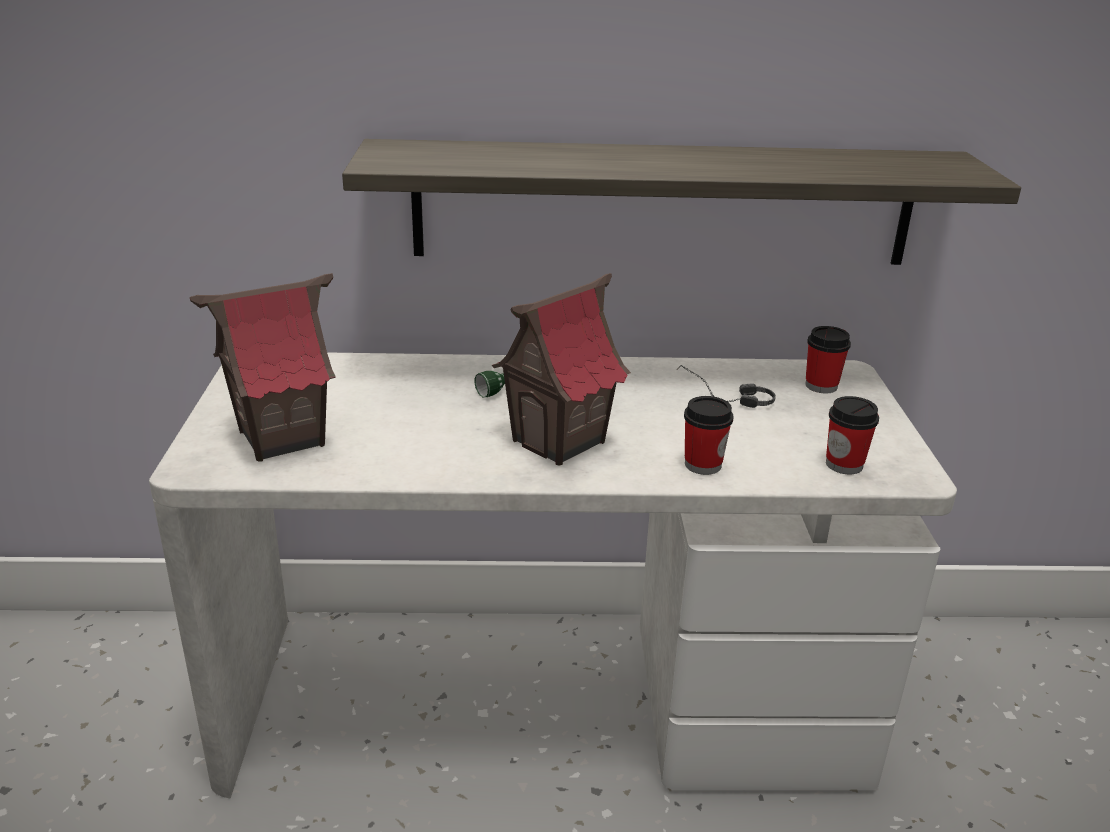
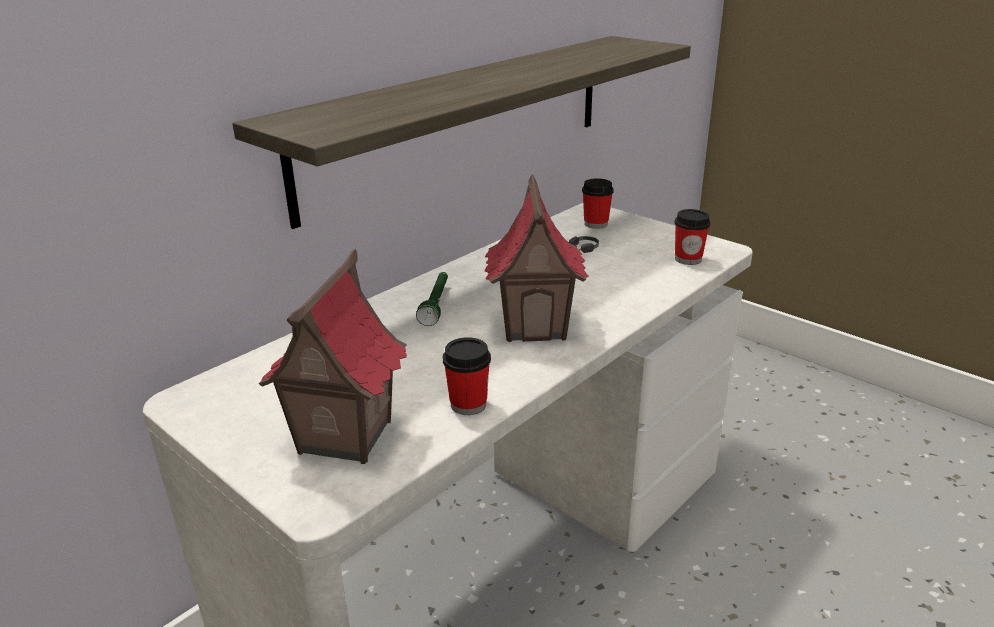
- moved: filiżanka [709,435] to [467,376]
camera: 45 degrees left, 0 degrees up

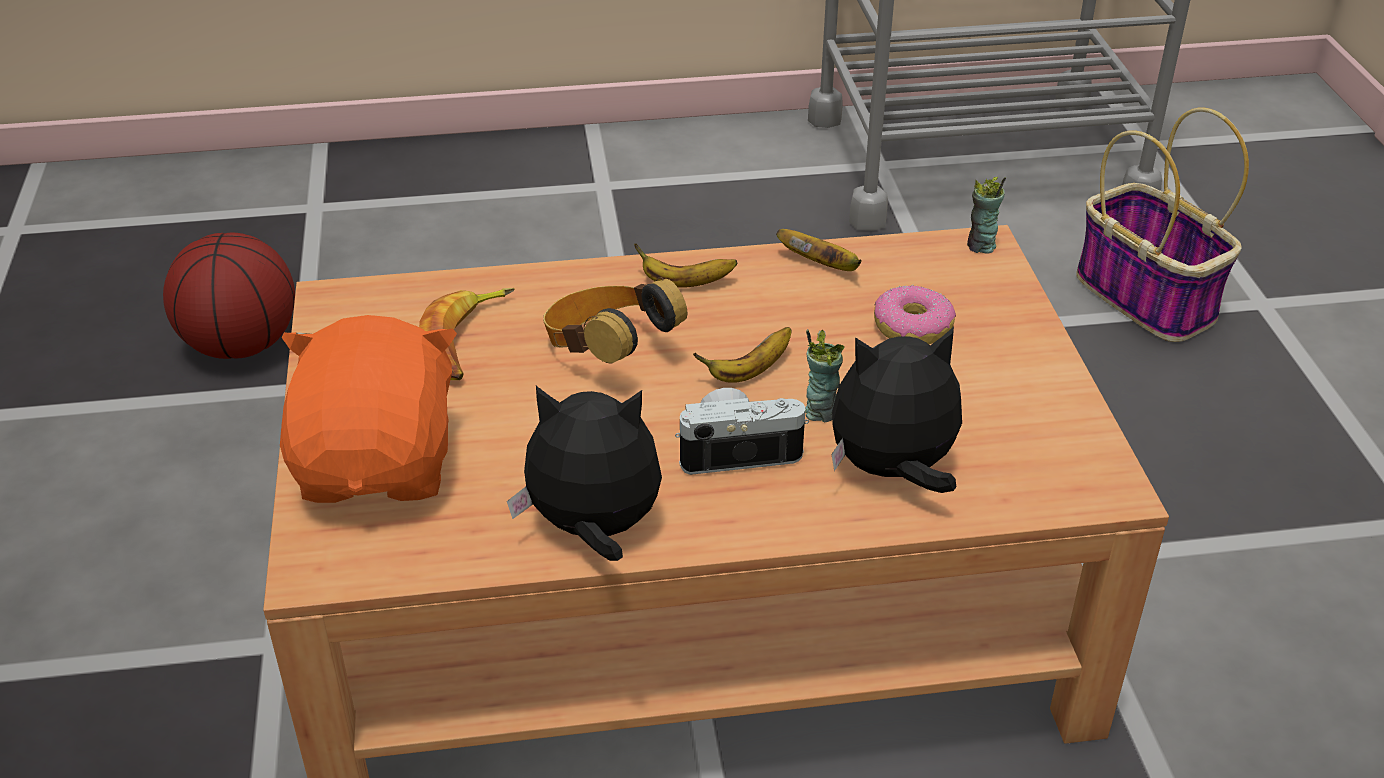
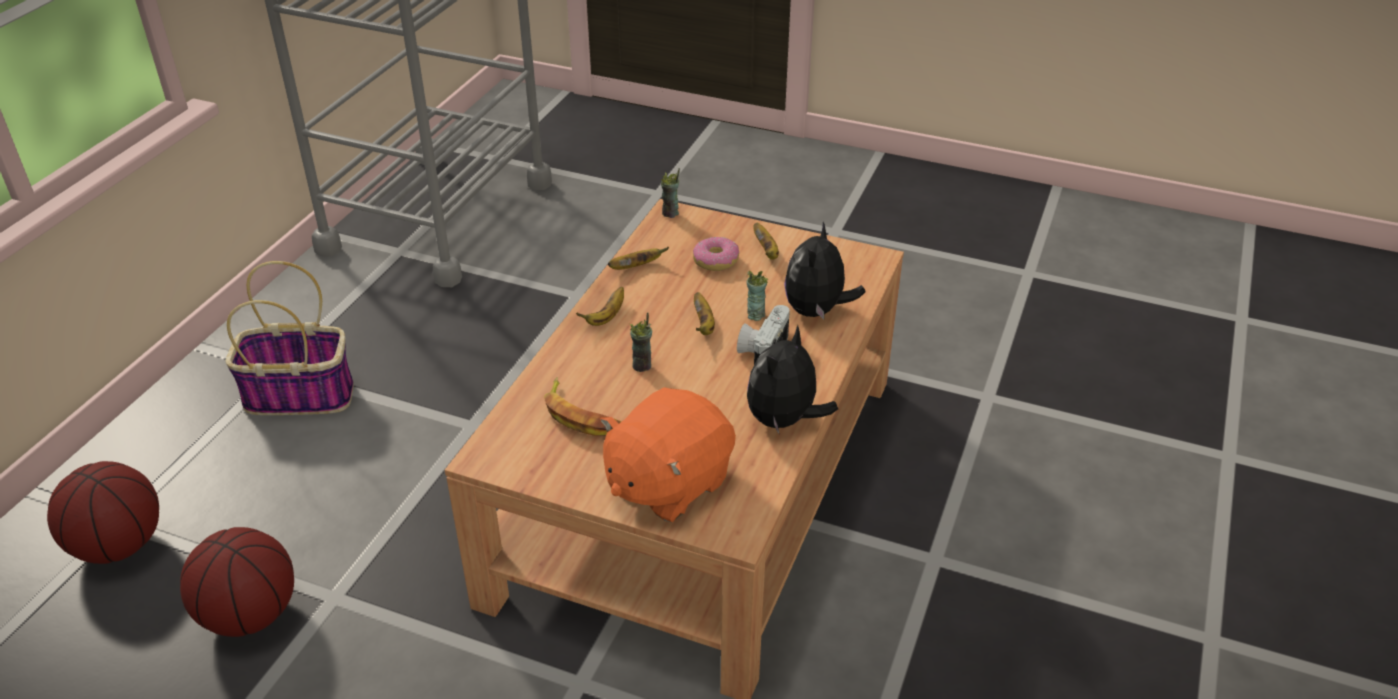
- moved: koszyk [1162,224] to [289,338]
- replaced: słuchawki [615,320] to filiżanka [640,342]
- turned: pluszak (pomarańczowy) [368,409] = [668,455] 75 degrees counterclockwise
- added: banan [766,241]
- added: piłka do koszykówki [103,512]
camera: 60 degrees left, 0 degrees up

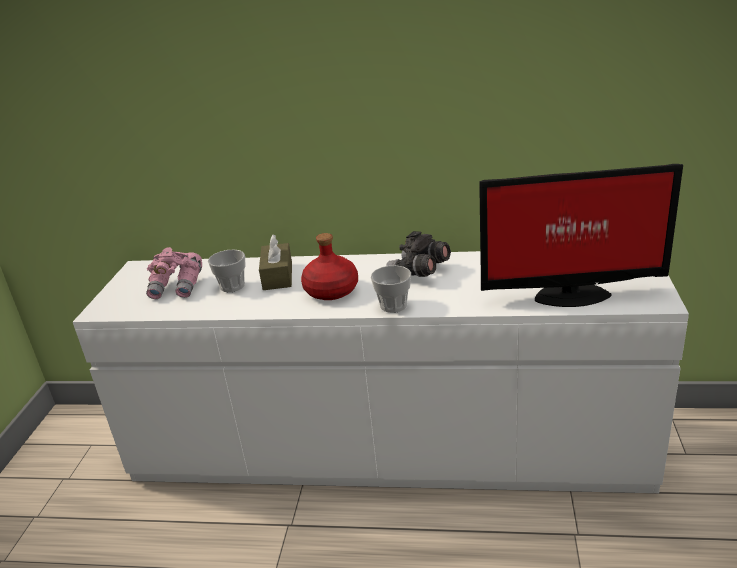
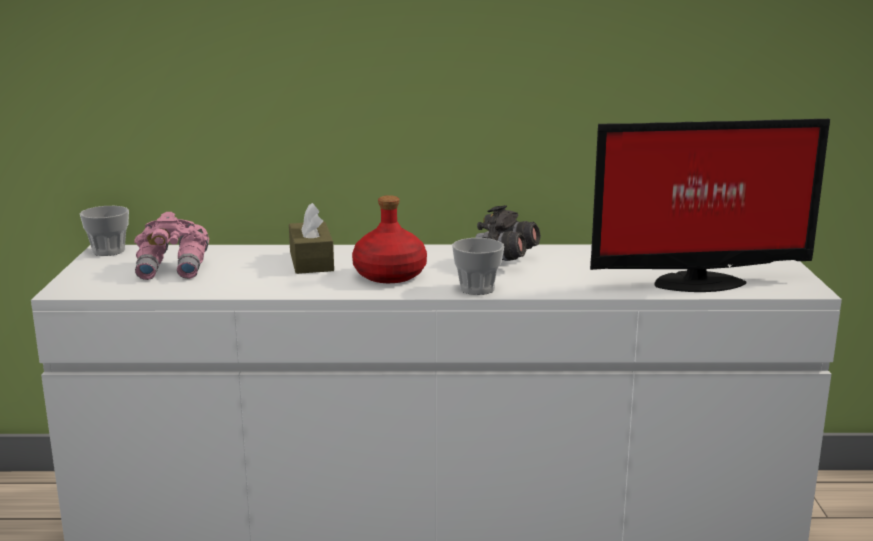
- moved: filiżanka [227,270] to [104,231]
camera: 10 degrees left, 10 degrees down

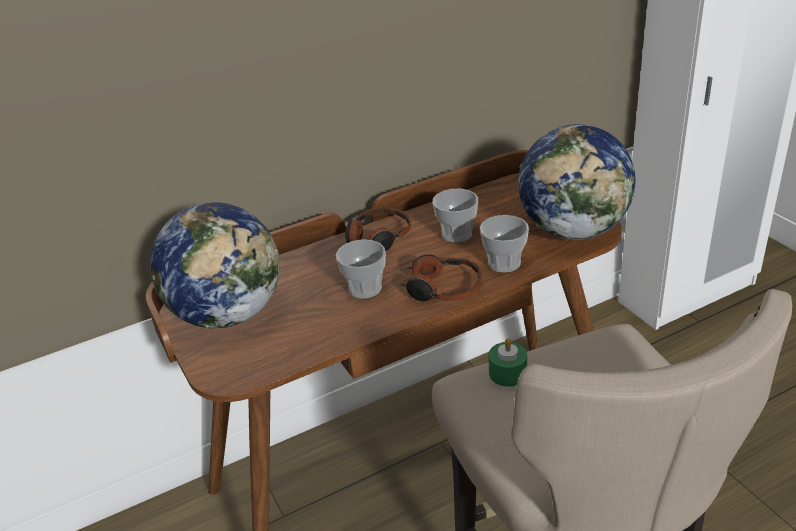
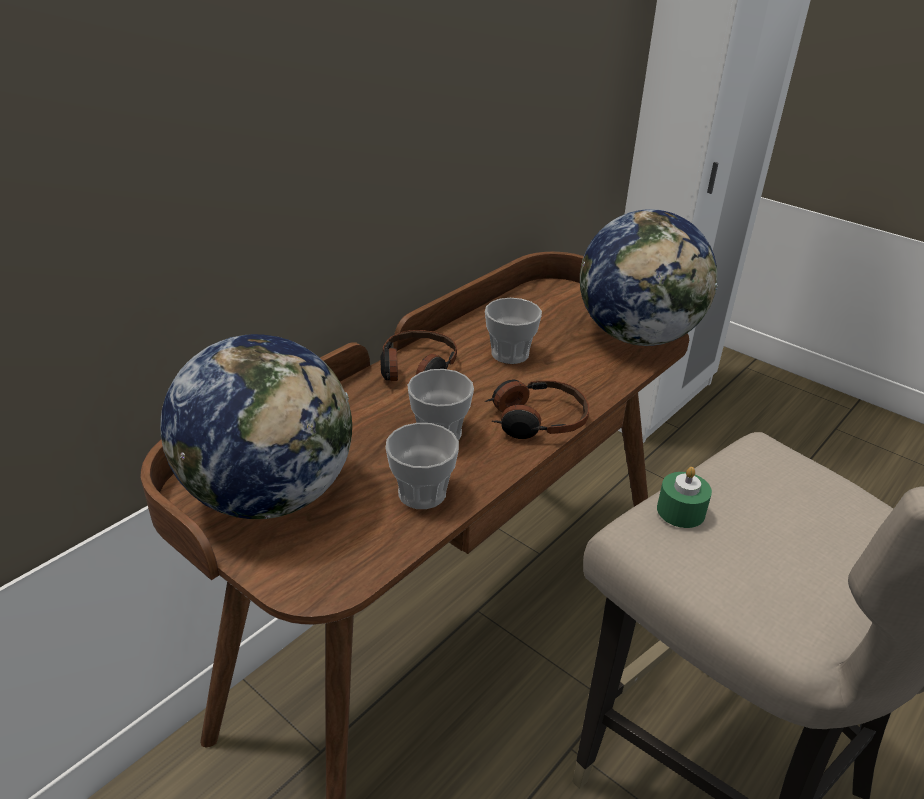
- moved: filiżanka [504,244] to [422,466]
camera: 25 degrees left, 0 degrees up

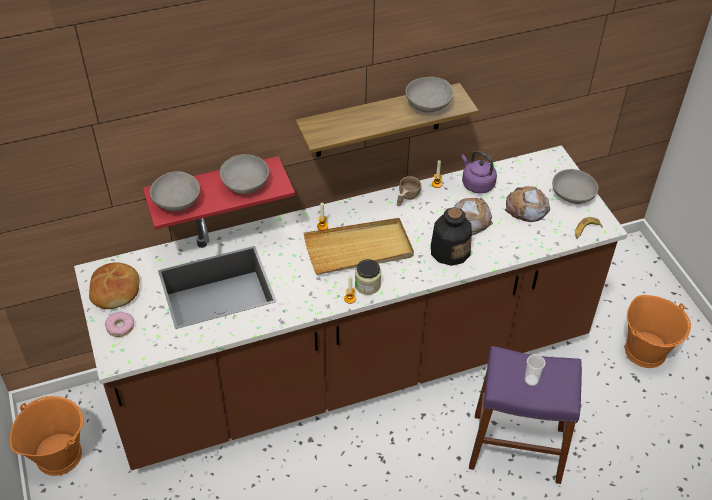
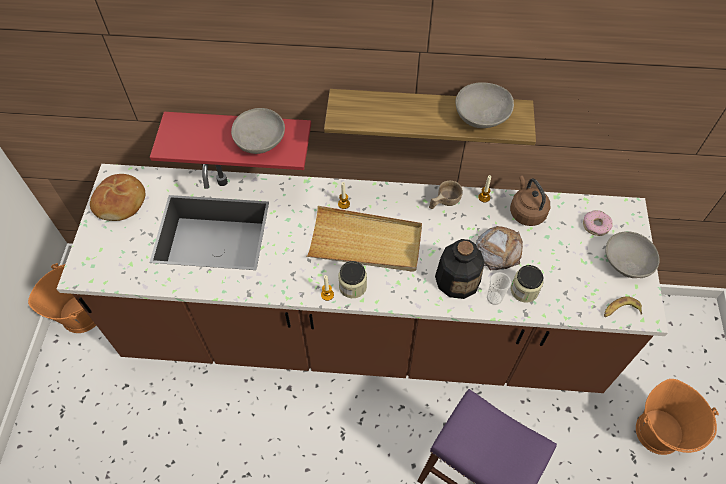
- recoloured: czajnik (fioletowy) [479,171] to czajnik (brązowy) [530,200]
- removed: miska (szary) [175,191]
- removed: chleb [527,204]
- moved: donut [119,324] to [598,223]
- moved: filiżanka [535,370] to [499,288]
- added: słoik [527,284]
camera: 25 degrees right, 10 degrees up

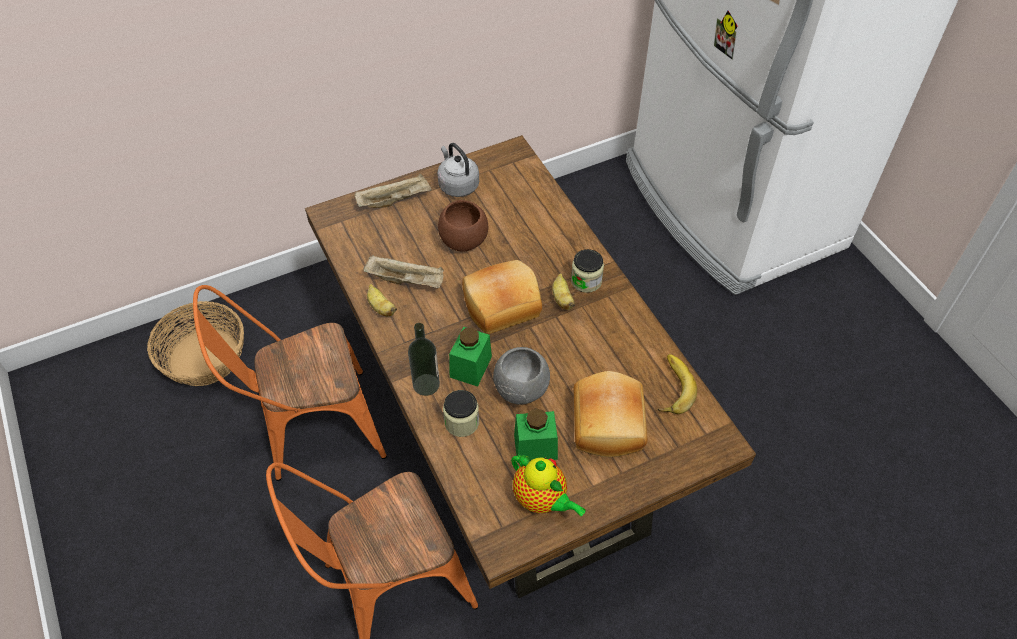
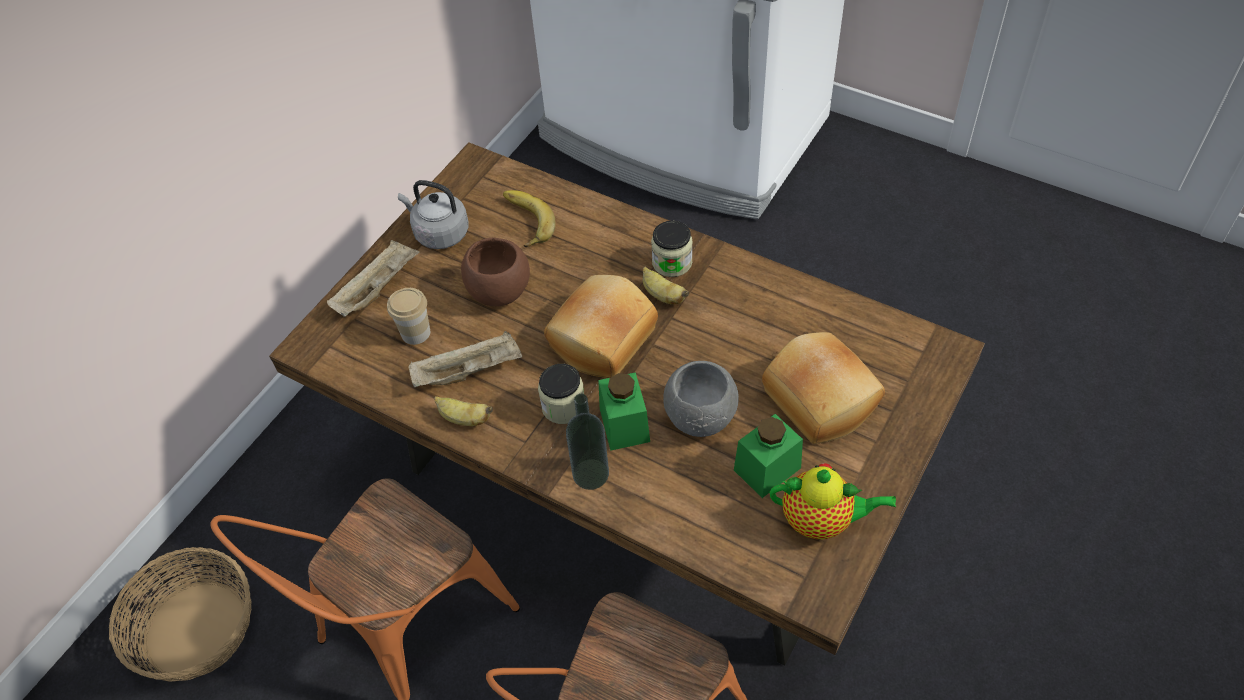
- moved: banan [677,384] to [529,218]
- moved: słoik [461,413] to [561,394]
- added: filiżanka [408,316]
camera: 30 degrees left, 0 degrees up

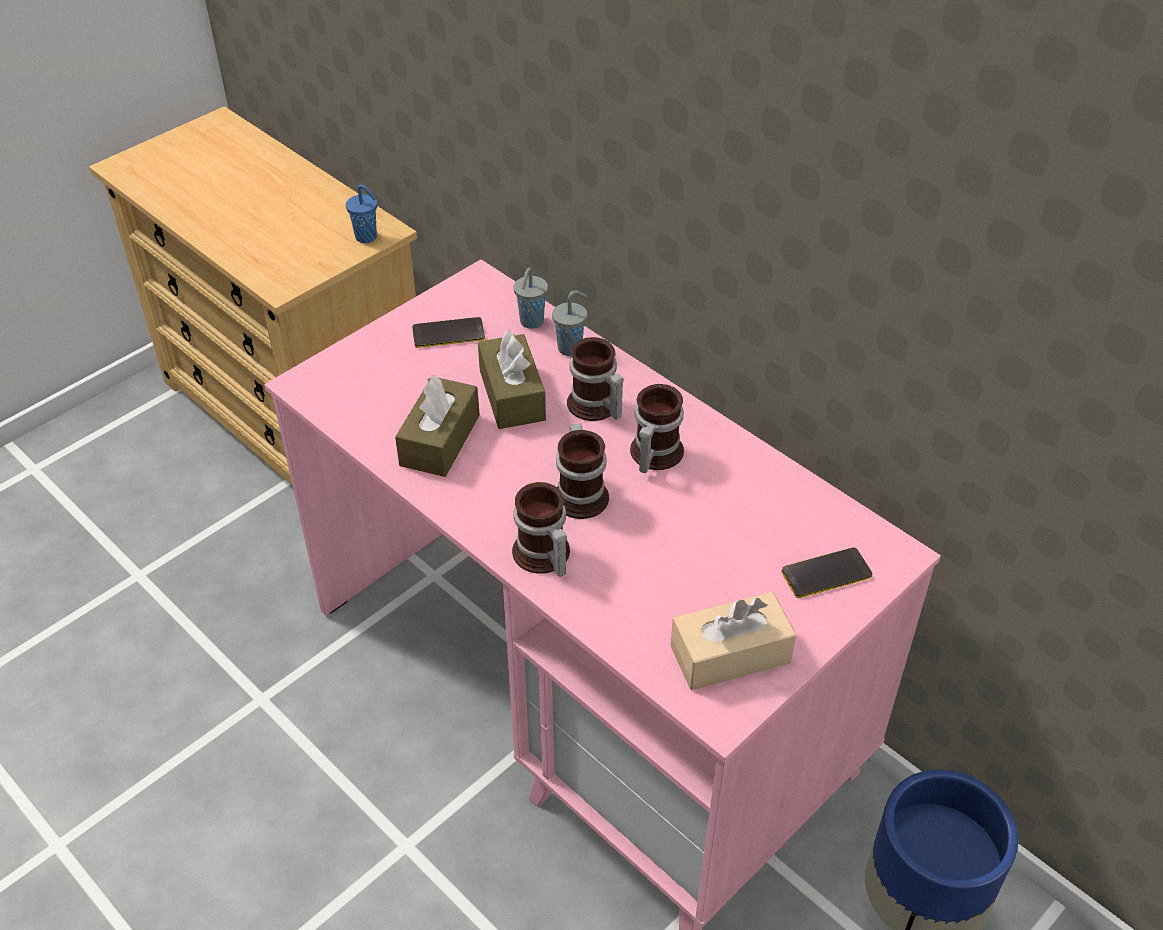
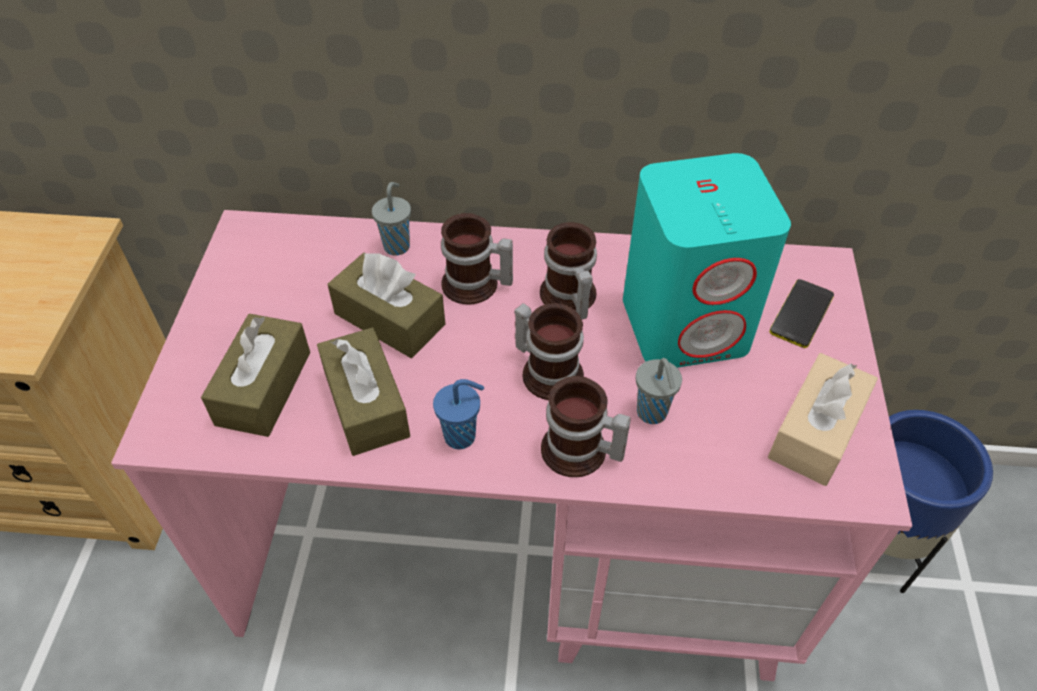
- moved: filiżanka (niebieski) [361,213] to [458,414]
- moved: filiżanka (szary) [531,298] to [659,391]
- removed: telefon [448,332]
- added: głośnik (turkusowy) [707,260]
- added: pudełko chusteczek (brązowy) [255,375]
camera: 40 degrees left, 5 degrees up

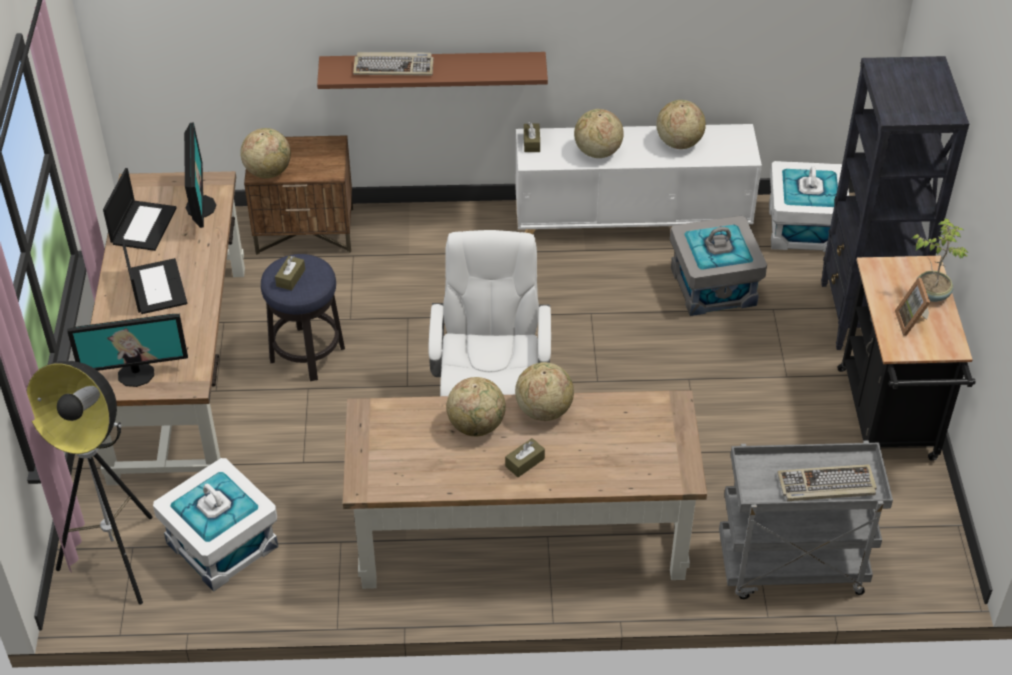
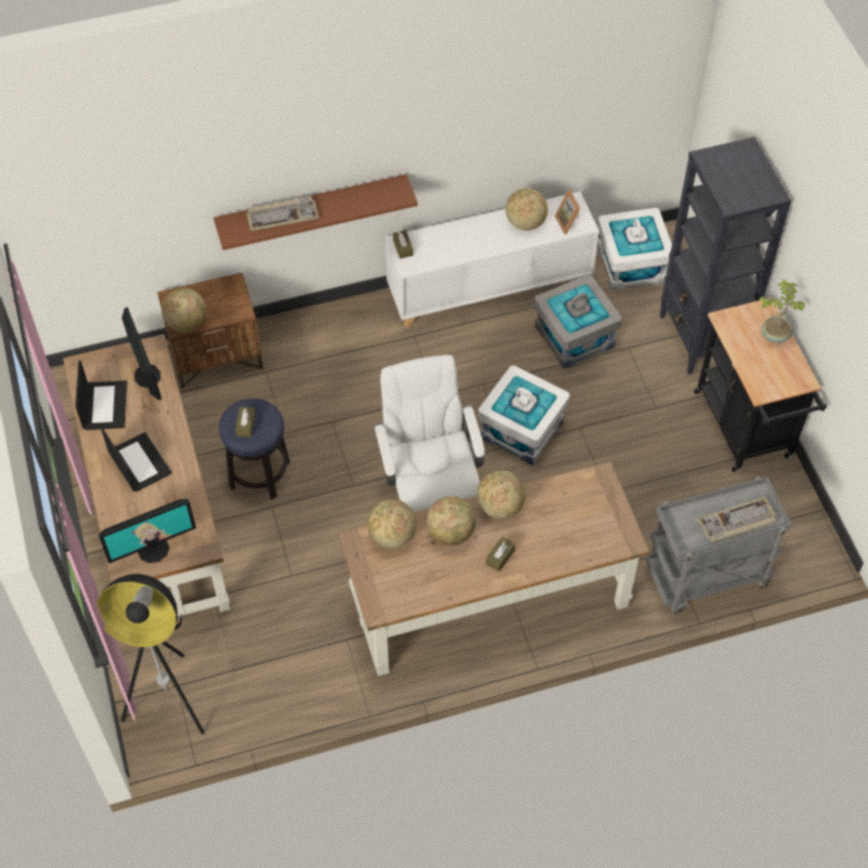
- moved: globus [599,133] to [391,523]
- moved: ramka na zdjęcie [912,307] to [567,212]
- moved: pojemnik do przechowywania (biały) [215,525] to [524,415]
camera: 15 degrees left, 10 degrees up

